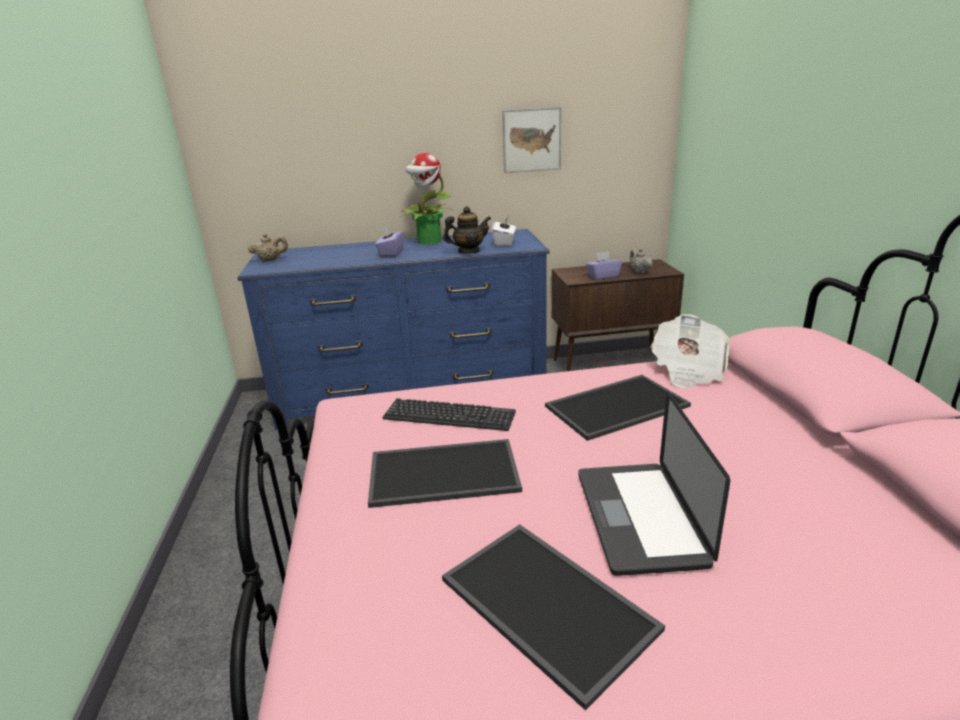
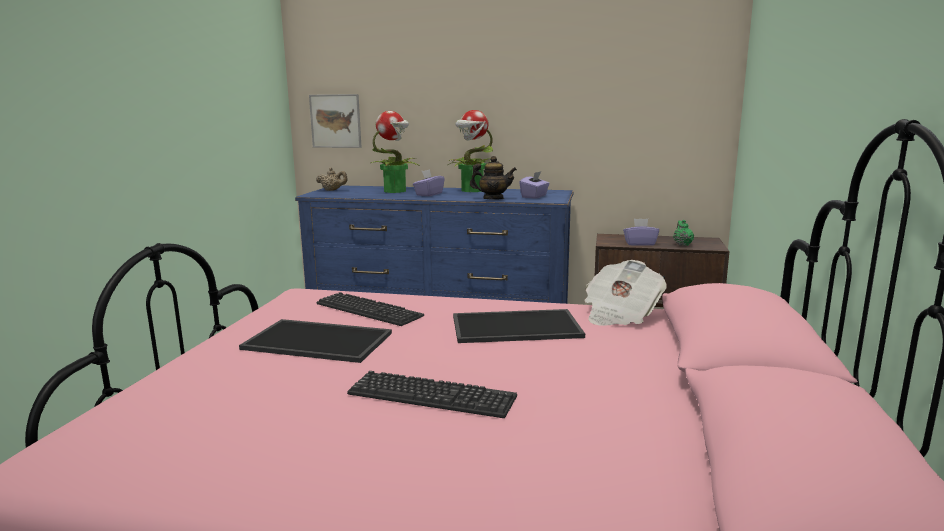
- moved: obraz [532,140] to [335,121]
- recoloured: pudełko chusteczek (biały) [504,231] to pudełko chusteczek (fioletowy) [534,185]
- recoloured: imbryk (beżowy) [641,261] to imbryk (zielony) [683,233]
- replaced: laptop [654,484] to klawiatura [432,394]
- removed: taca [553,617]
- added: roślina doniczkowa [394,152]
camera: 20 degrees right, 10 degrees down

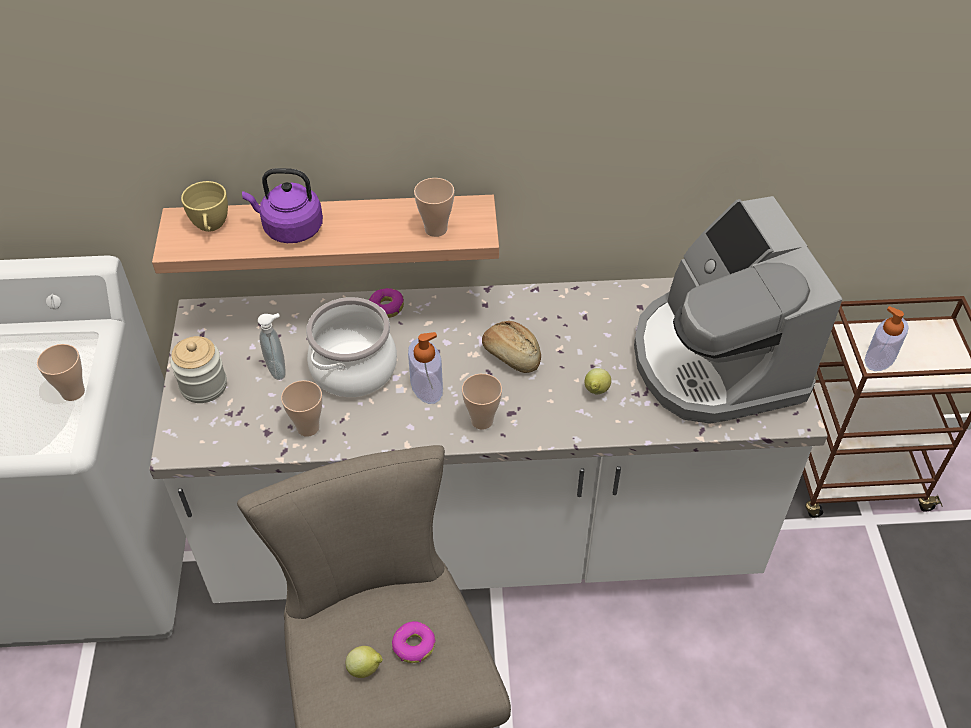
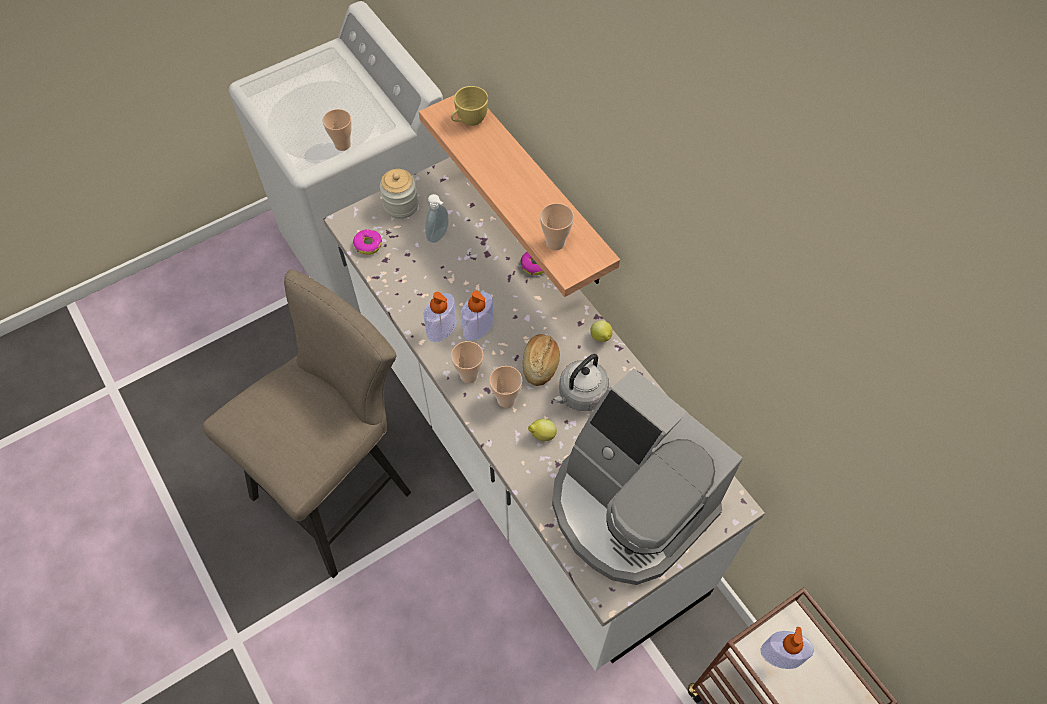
- removed: czajnik (fioletowy) [282,205]
- turned: ekspres do kawy [738,310] = [647,476] 90 degrees counterclockwise
- removed: garnek [351,347]
- moved: filiżanka [301,408] to [505,387]
- moved: donut [413,642] to [367,242]
- moved: cytryna [364,662] to [601,331]
- added: dozownik mydła [440,317]
- added: czajnik (szary) [581,382]
camera: 60 degrees right, 10 degrees up

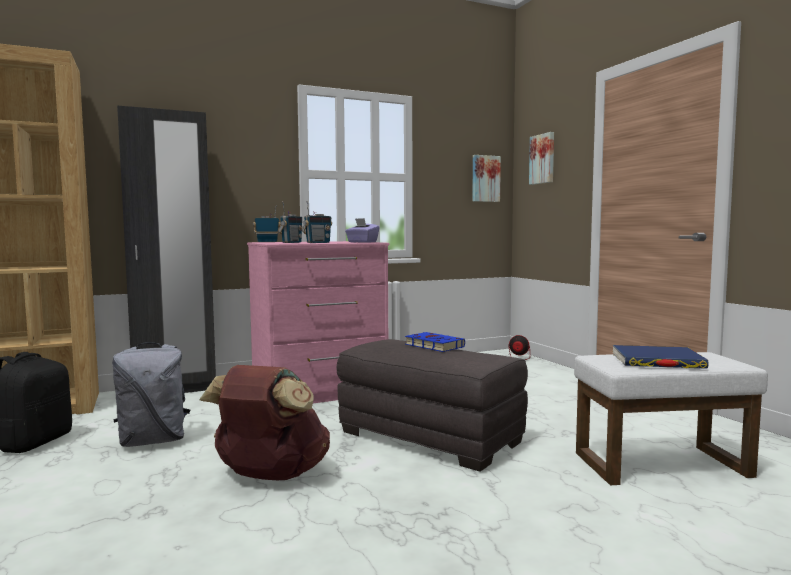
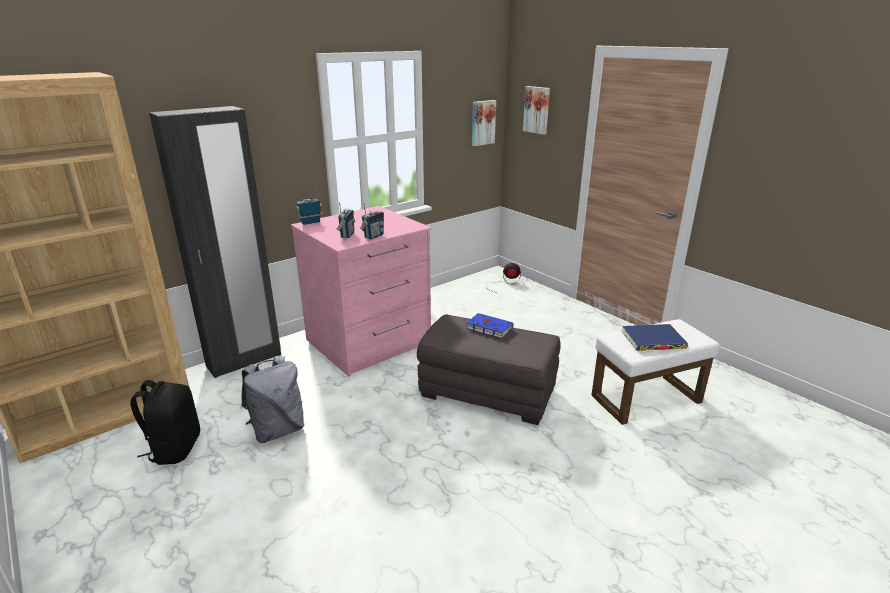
- removed: pudełko chusteczek (fioletowy) [362,230]
- removed: plecak (brązowy) [265,422]
camera: 15 degrees left, 20 degrees up

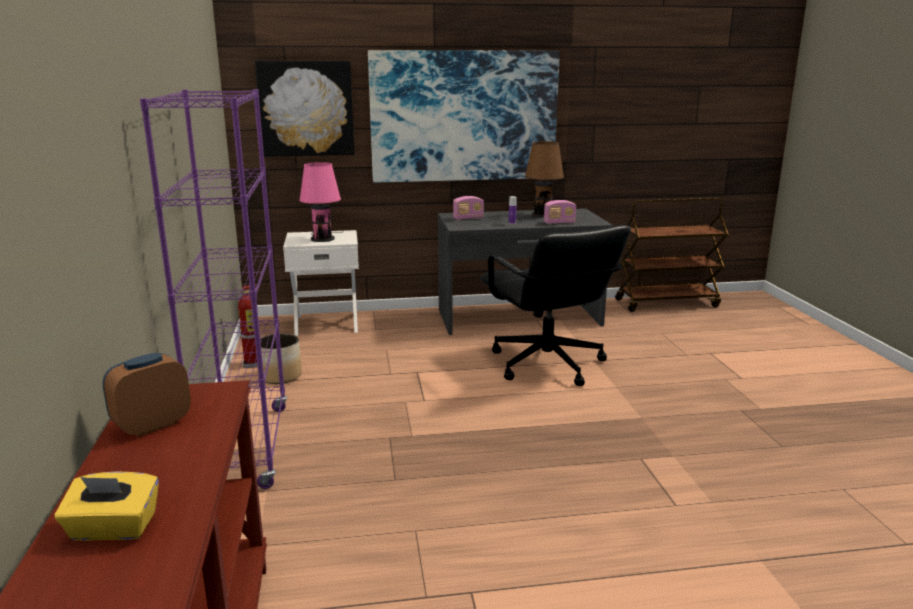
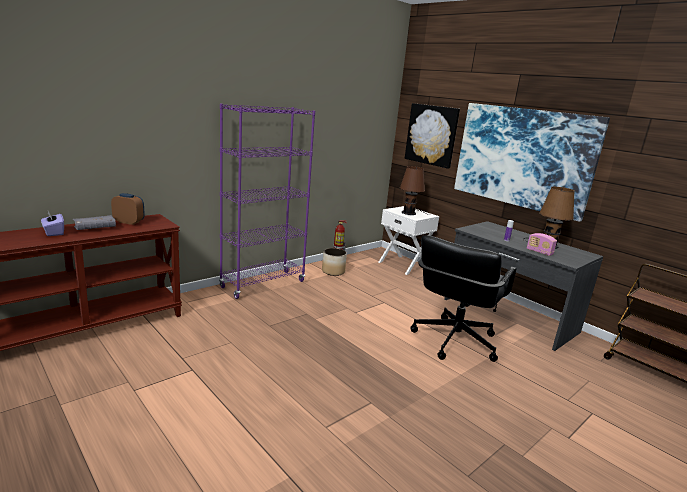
- recoloured: lampa stołowa (różowy) [321,202] to lampa stołowa (brązowy) [415,190]
- removed: radio [468,208]
- recoloured: pudełko chusteczek (żółty) [107,506] to pudełko chusteczek (fioletowy) [52,223]
- added: książka (szary) [94,222]
camera: 55 degrees right, 0 degrees up

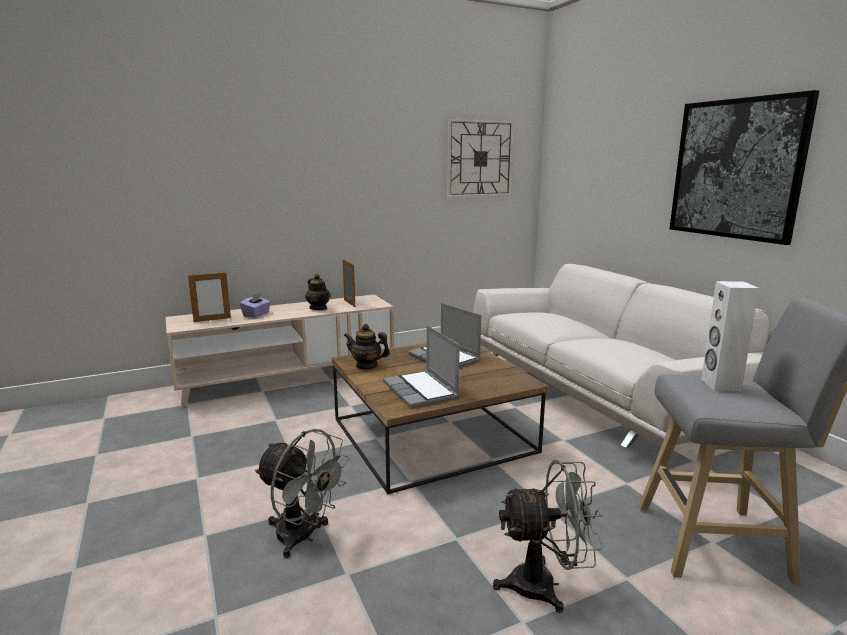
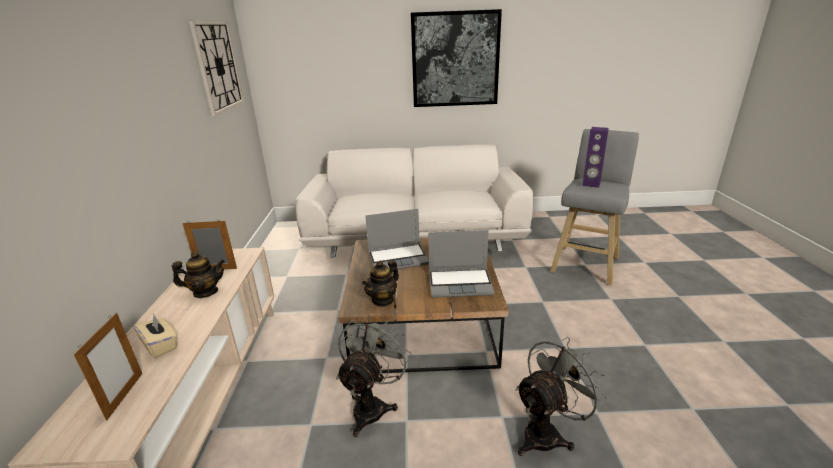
- recoloured: głośnik (biały) [730,336] to głośnik (fioletowy) [595,157]
- recoloured: pudełko chusteczek (fioletowy) [255,305] to pudełko chusteczek (beżowy) [156,336]
- moved: wentylator (szary) [548,536] to [373,375]
camera: 65 degrees left, 10 degrees up

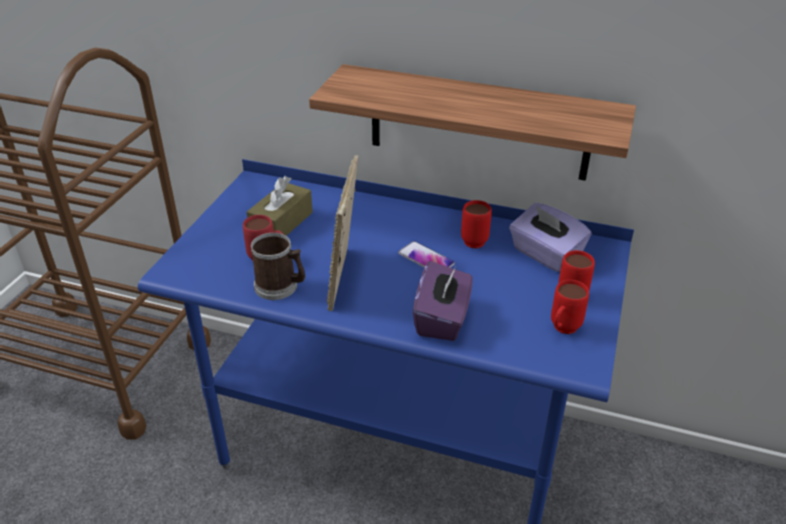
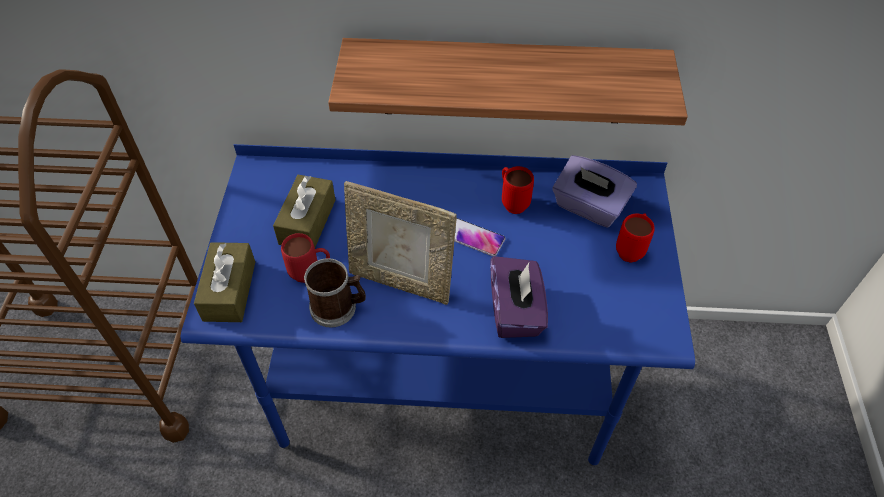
- turned: ramka na zdjęcie [342,233] = [400,243] 60 degrees counterclockwise
- removed: kubek (czerwony) [570,307]
- added: pudełko chusteczek (brązowy) [224,282]
camera: 15 degrees left, 15 degrees up

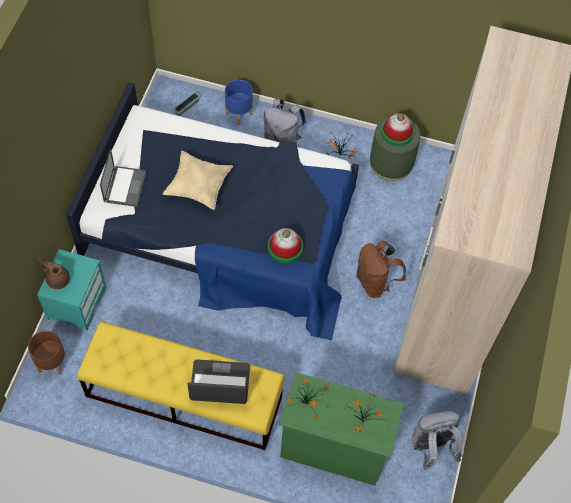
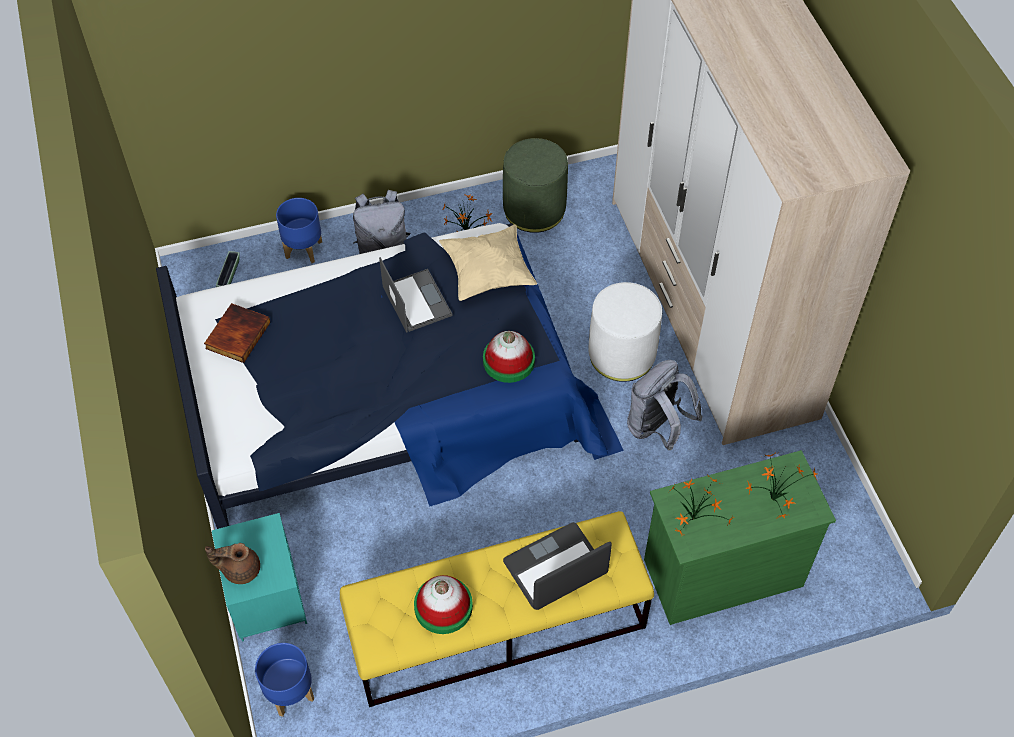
- moved: kapelusz [397,129] to [443,604]
- moved: laptop [123,178] to [416,294]
- moved: poduszka (beżowy) [198,180] to [488,263]
- replaced: plecak (brązowy) [381,269] to pufa (biały) [625,332]
- recoloured: donica (brązowy) [47,353] to donica (niebieski) [284,680]
- moved: plecak (szary) [437,440] to [665,405]
- added: książka [237,333]
camera: 30 degrees left, 5 degrees down

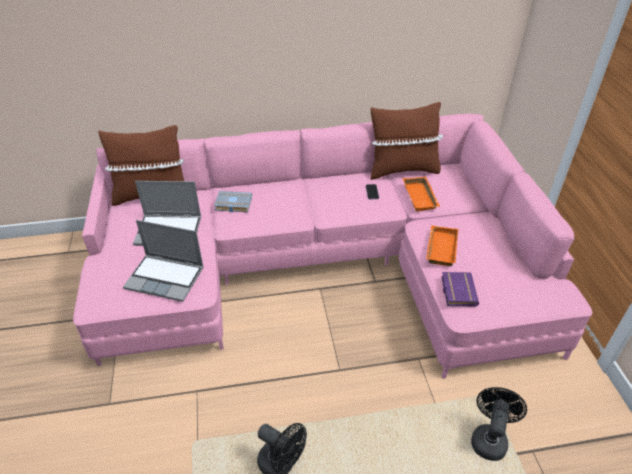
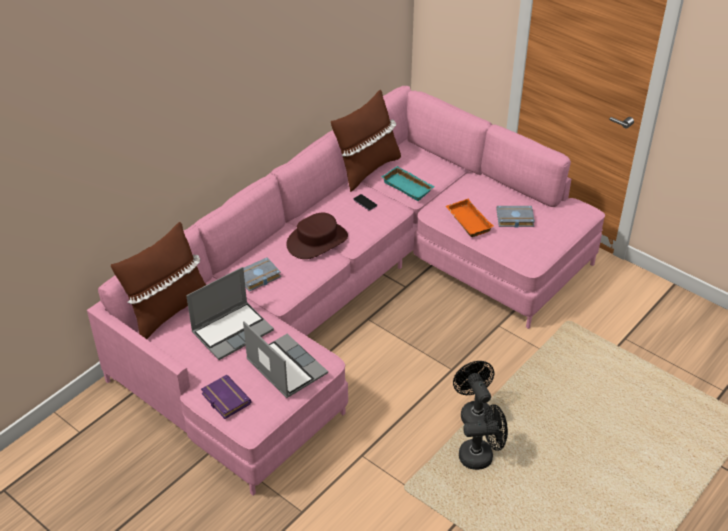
- recoloured: taca (pomarańczowy) [421,194] to taca (turkusowy) [408,183]
- turned: laptop [163,261] = [285,359] 105 degrees counterclockwise
- moved: książka (fioletowy) [460,289] to [226,397]
- moved: wentylator (czarny) [499,424] to [473,392]
- added: książka (szary) [515,217]
- added: kapelusz (brązowy) [317,235]
camera: 40 degrees left, 0 degrees up

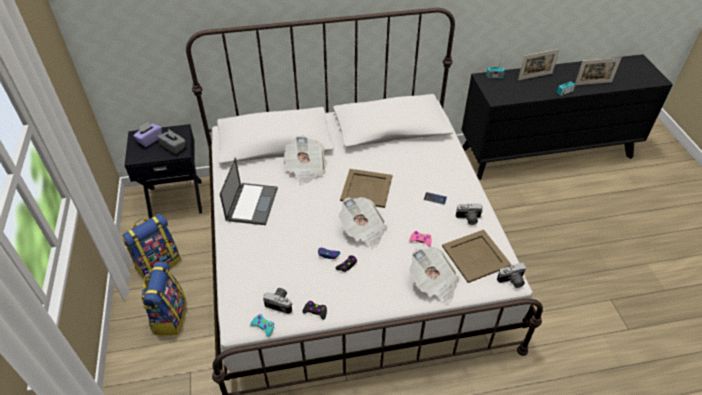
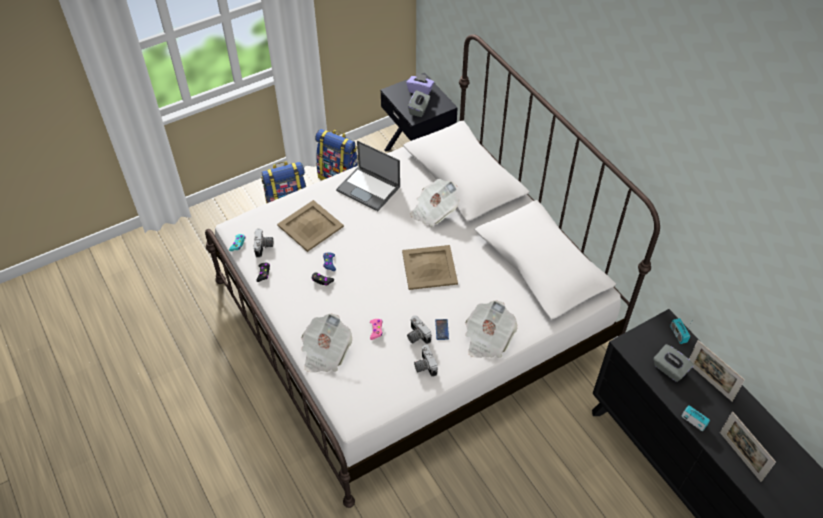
- turned: laptop [249,191] = [368,176] 45 degrees clockwise
- moved: gazeta [363,222] to [491,329]
- moved: taca (beżowy) [477,256] to [310,226]
- moved: aparat fotograficzny [511,275] to [419,329]
- added: pudełko chusteczek (szary) [673,363]
camera: 70 degrees right, 5 degrees up

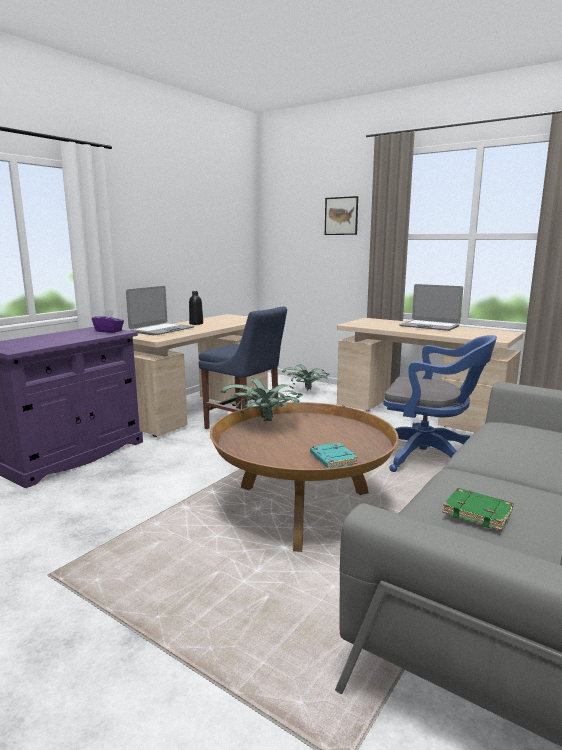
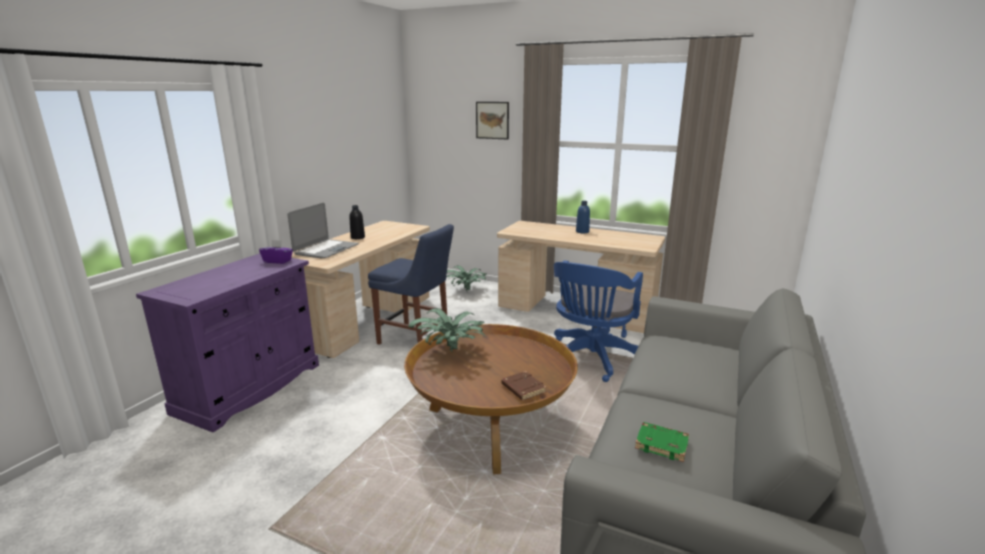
- replaced: laptop [431,307] to butelka (niebieski) [583,217]
- turned: krzesło biurowe (niebieski) [440,403] = [598,321] 105 degrees clockwise
- recoloured: książka (turkusowy) [334,455] to książka (brązowy) [524,385]
camera: 10 degrees left, 5 degrees up

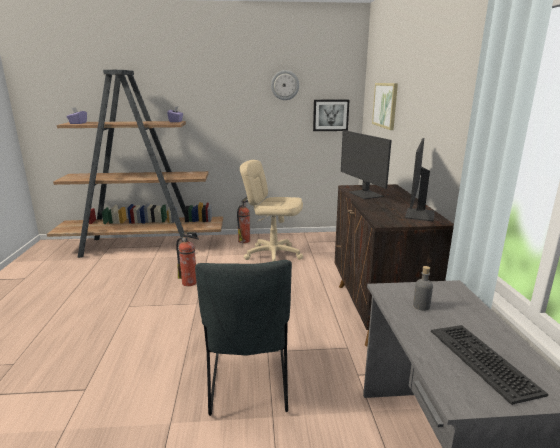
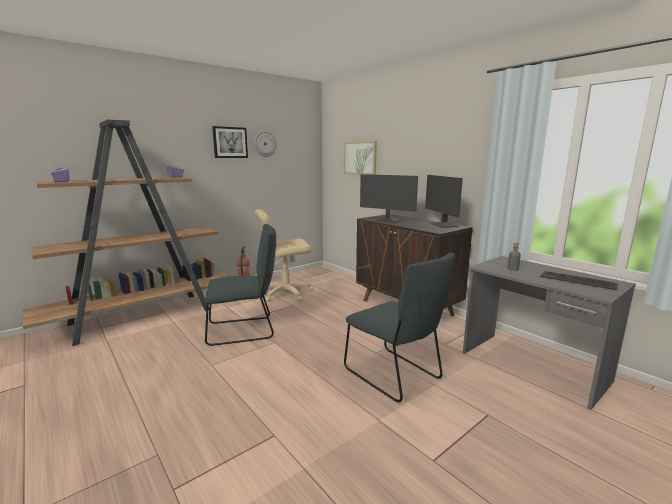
- moved: obraz [331,115] to [230,142]
- replaced: gaśnica [187,259] to krzesło (szary) [240,285]
camera: 35 degrees left, 5 degrees down

